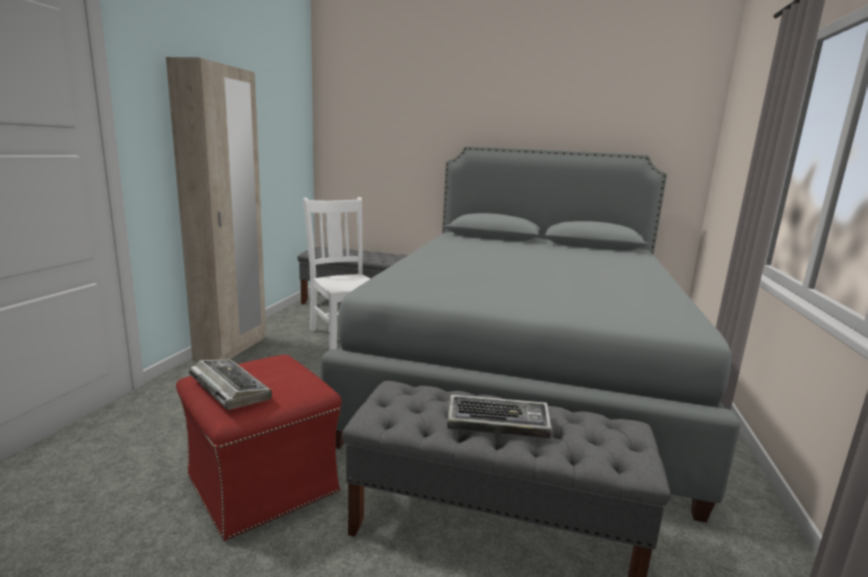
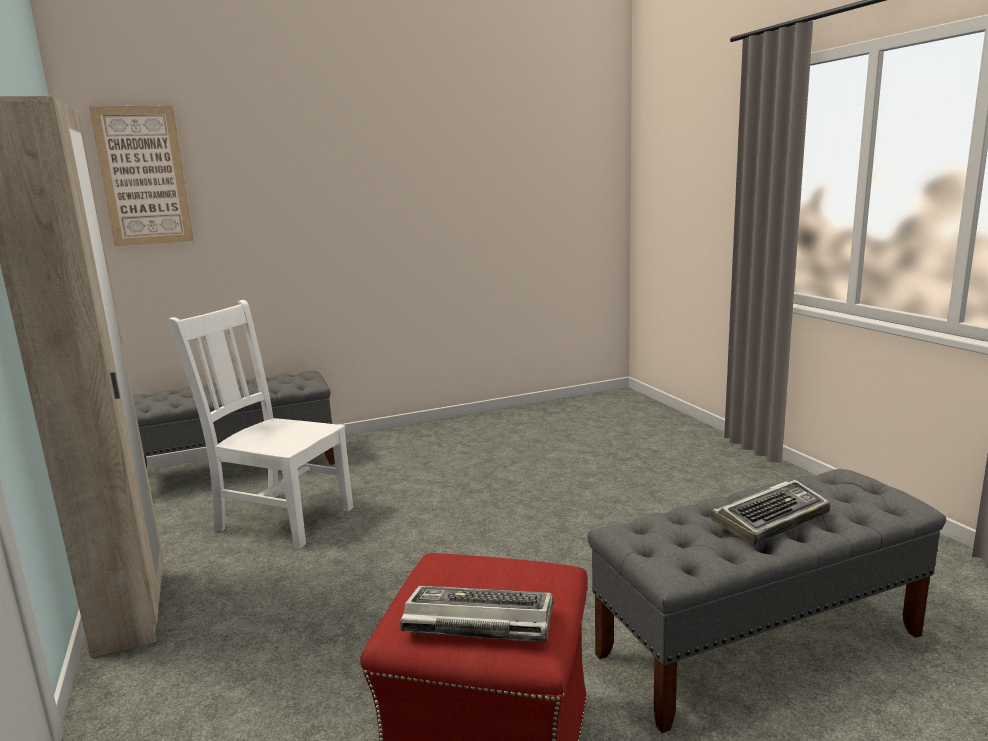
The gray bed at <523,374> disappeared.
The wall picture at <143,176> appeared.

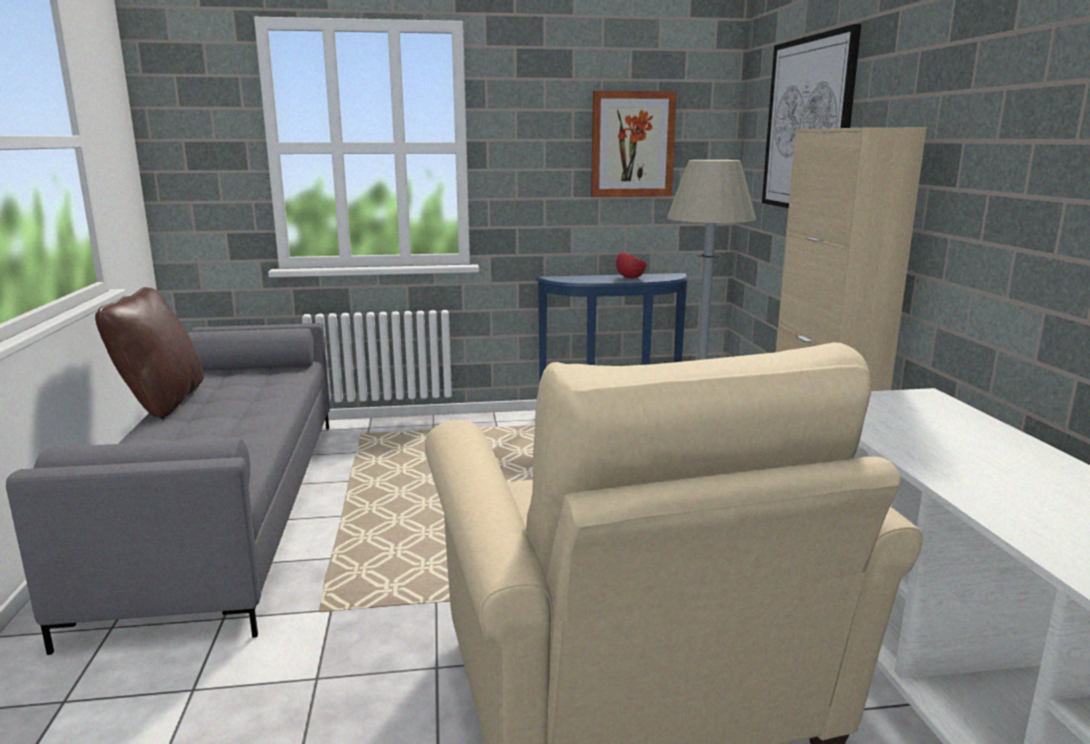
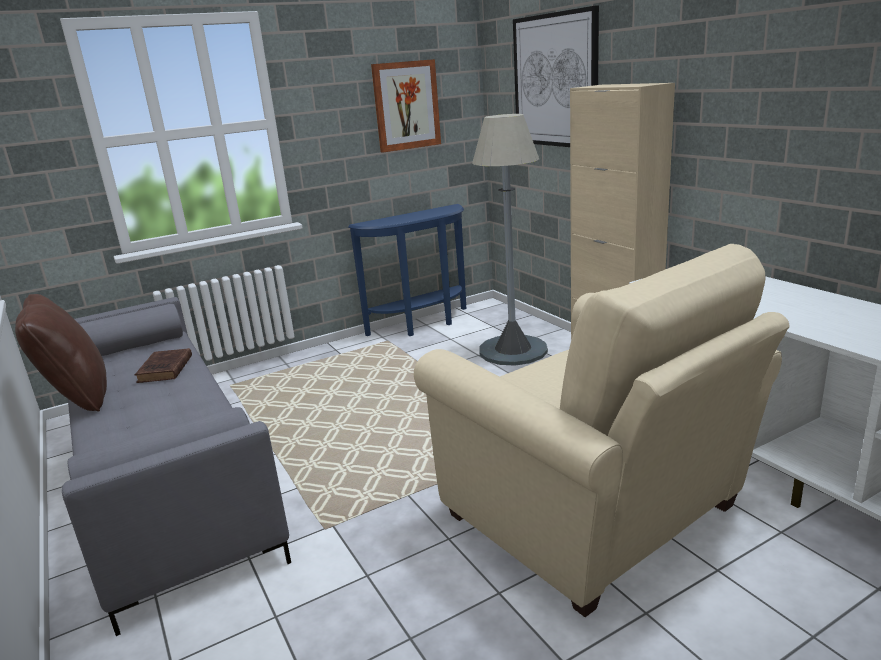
The red-coloured bowl at <630,278> disappeared.
The brown book at <165,370> appeared.

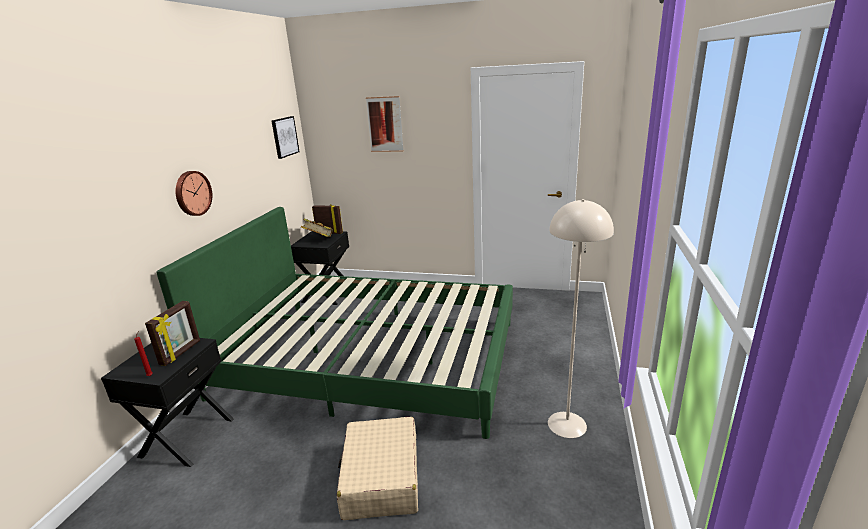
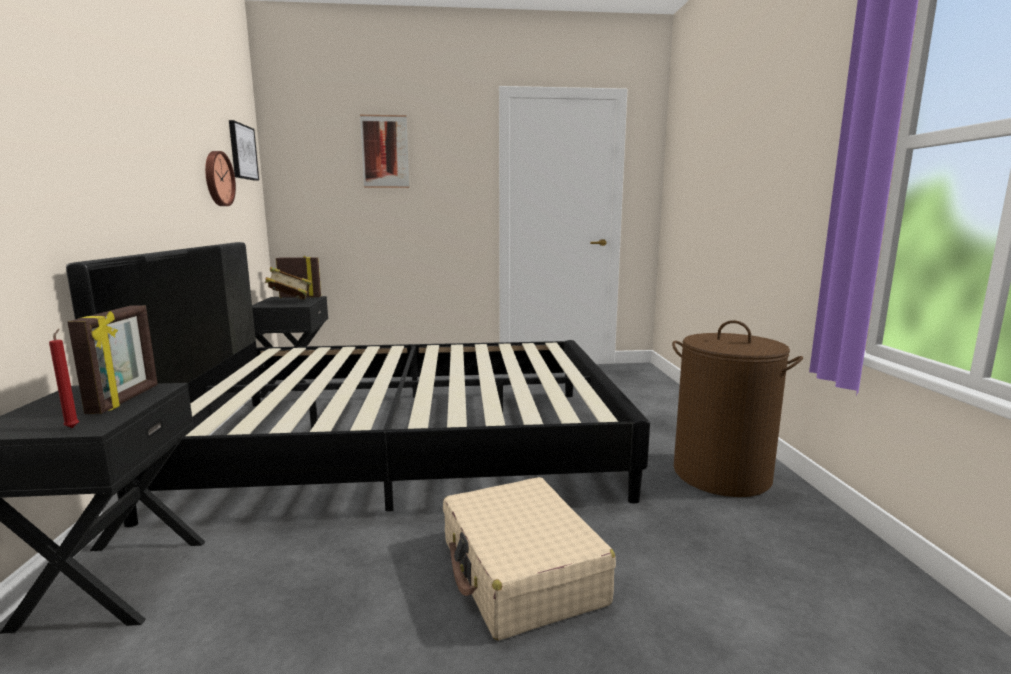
The clock on the wall moved from <192,193> to <217,178>.
The beige standard lamp at <567,424> was replaced by the brown laundry basket at <721,474>.
The green bed at <370,358> became the blackish bed at <405,443>.

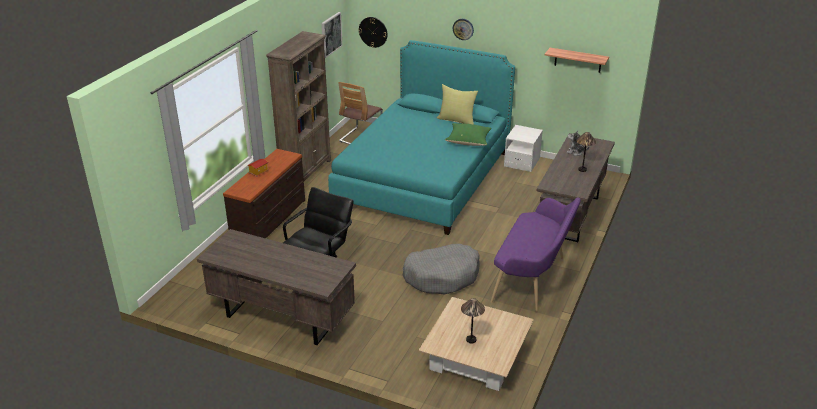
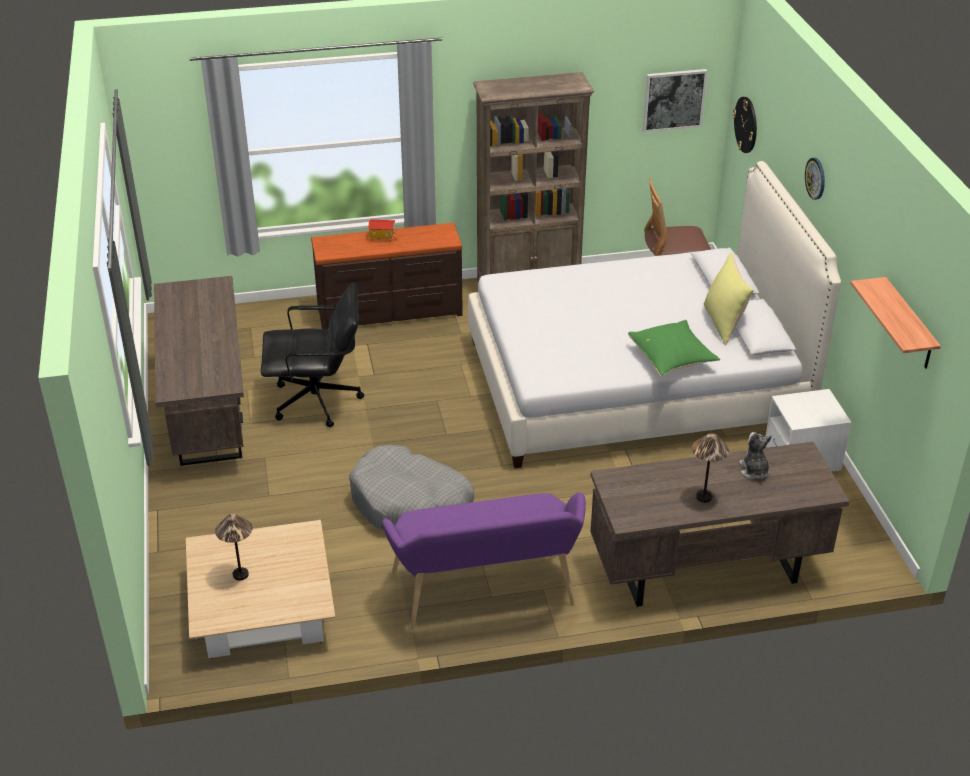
The blue-green bed at <423,178> became the whitish bed at <634,383>.

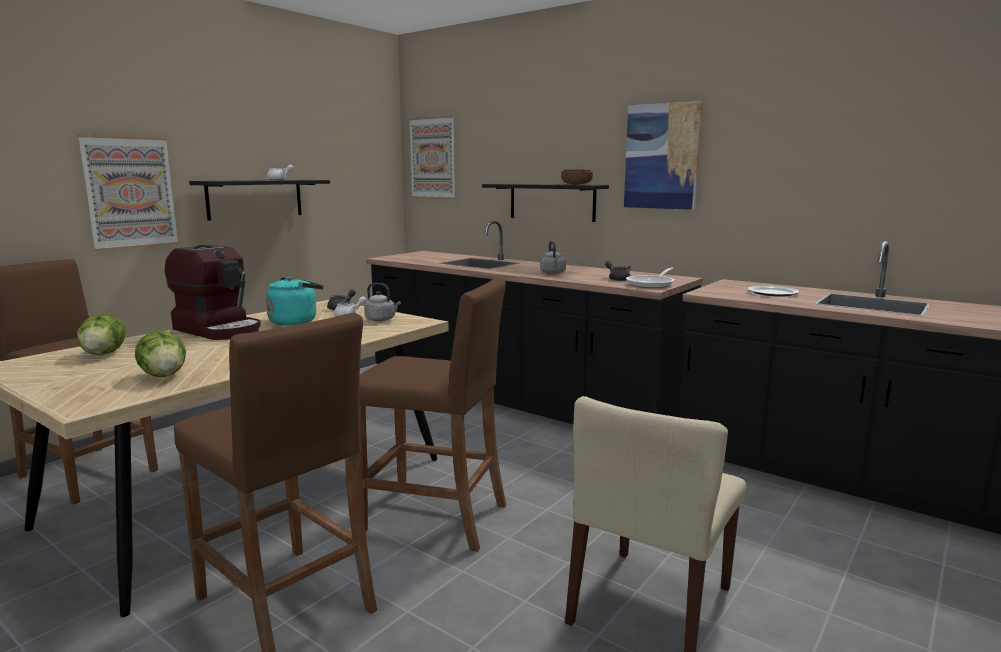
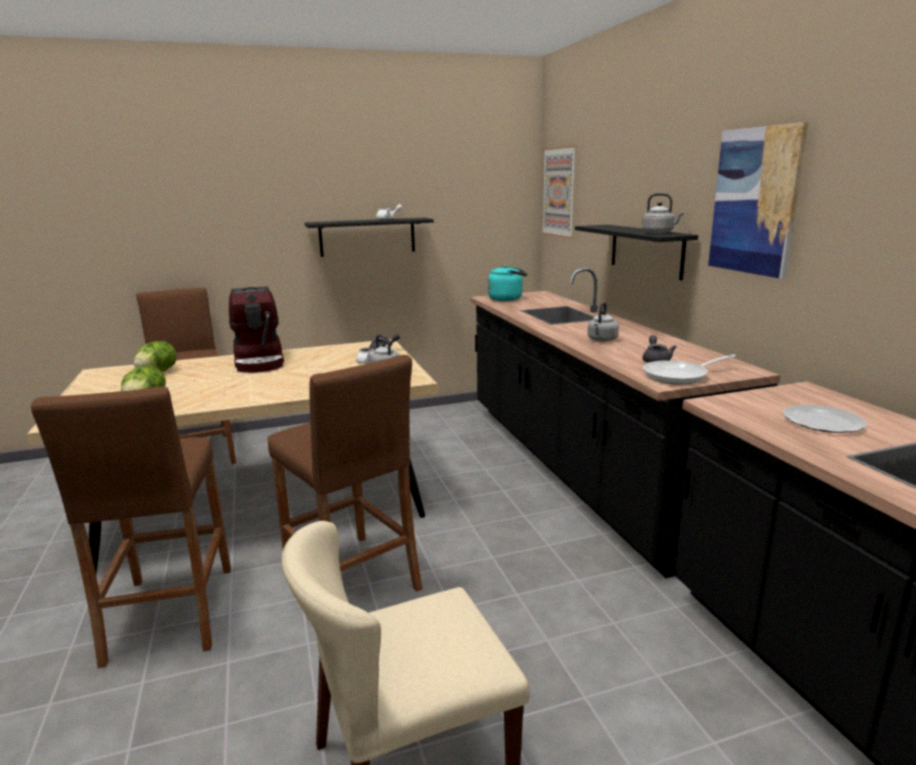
The wall picture at <130,192> disappeared.
The blue-green tea kettle moved from <296,321> to <507,299>.
The bowl at <576,184> was replaced by the gray tea kettle at <659,232>.

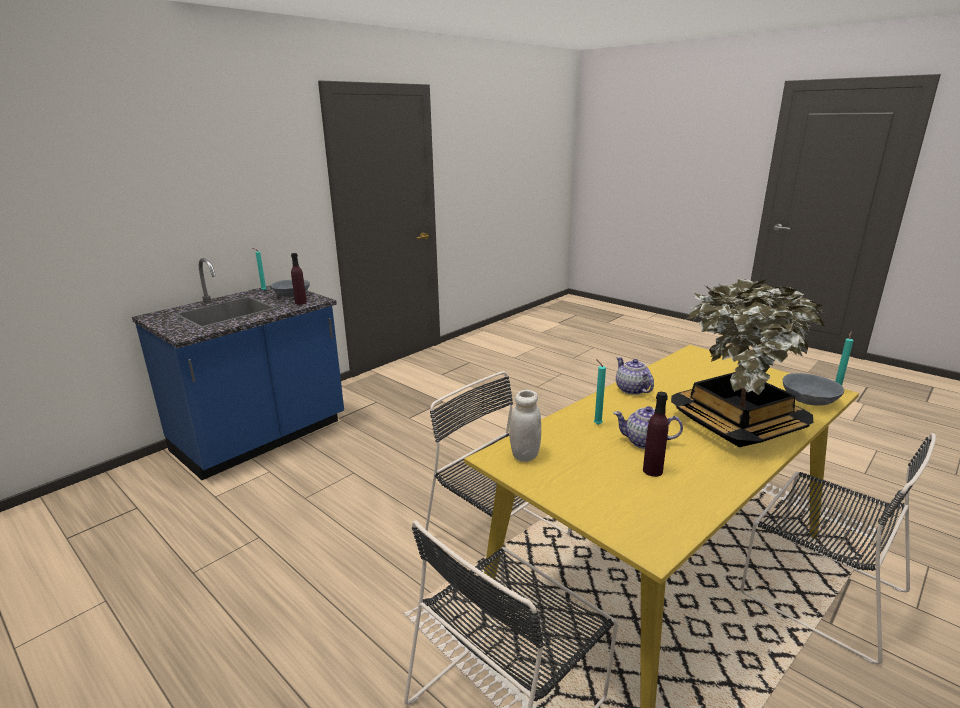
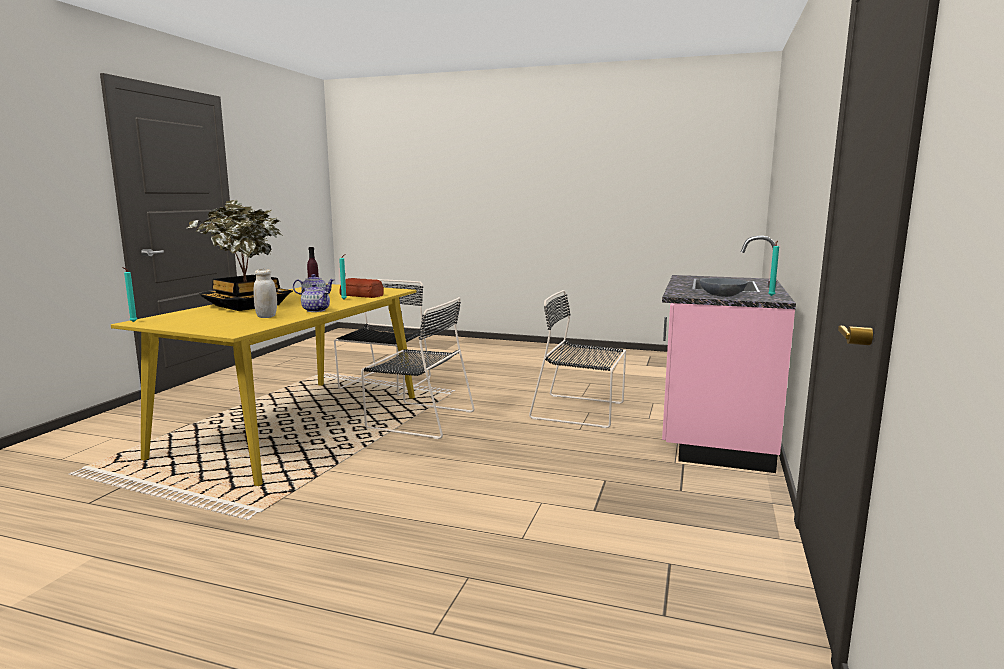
The purple beverage bottle at <300,303> disappeared.
The gray bowl at <809,400> disappeared.
The baked bread at <361,295> appeared.
The whitish jar moved from <524,455> to <267,316>.
The blackish chair moved from <817,590> to <581,411>.
The bluish kitchen base unit at <261,438> became the pinkish kitchen base unit at <713,434>.

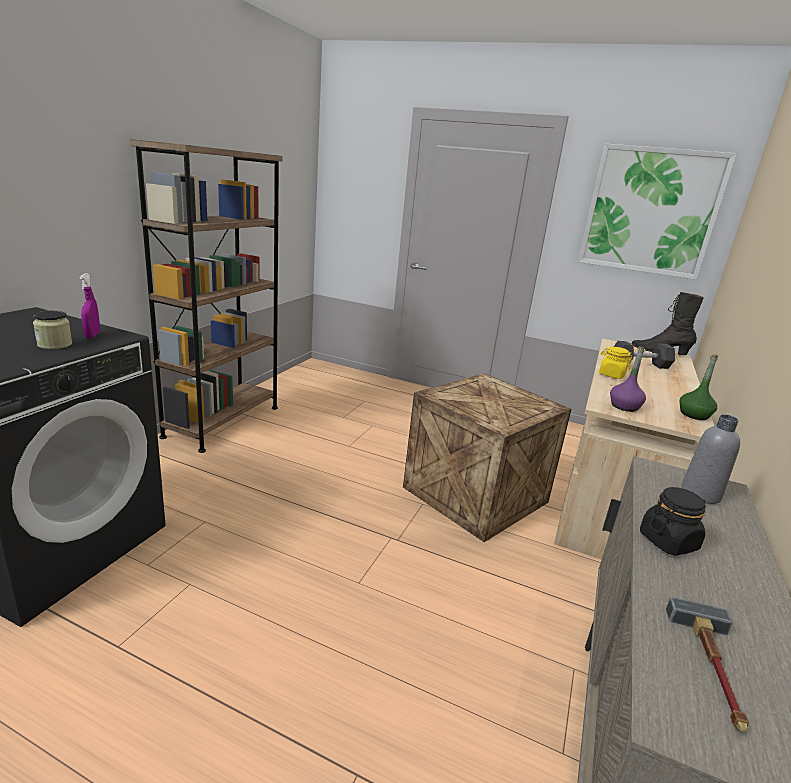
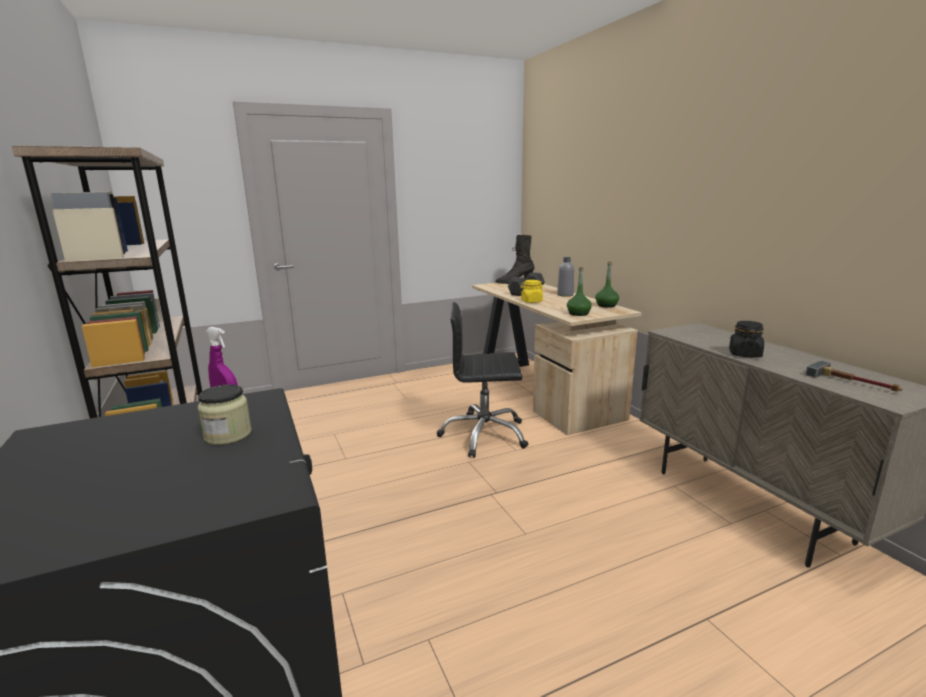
The wall picture at <650,211> disappeared.
The gray beverage bottle moved from <700,494> to <565,295>.
The crate at <475,493> was replaced by the blackish desk chair at <484,435>.
The purple beverage bottle at <624,406> became the green beverage bottle at <578,313>.

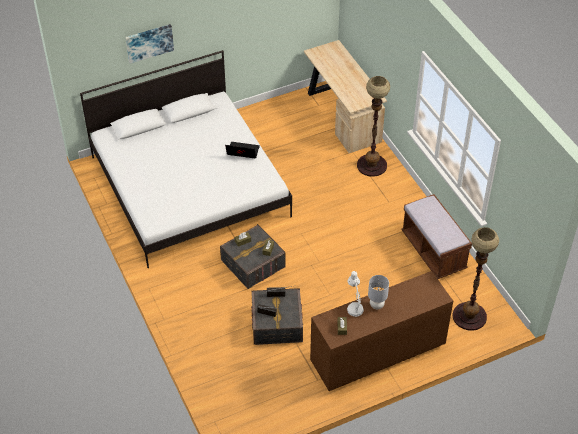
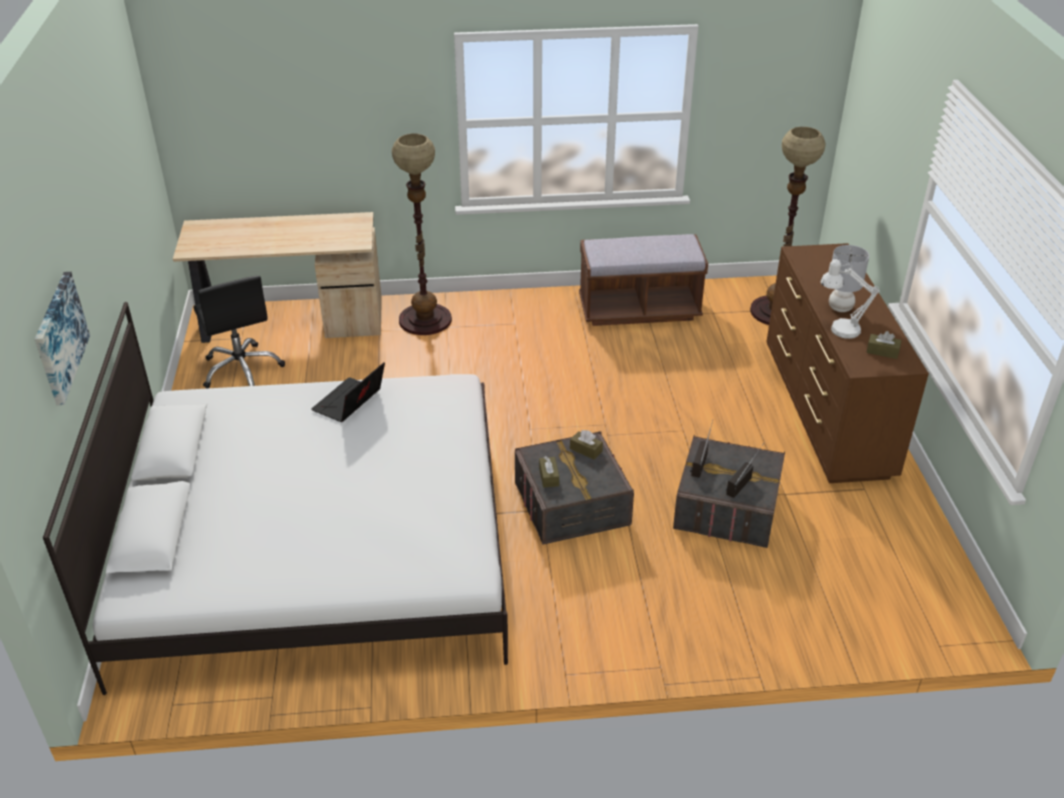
The blackish desk chair at <242,369> appeared.

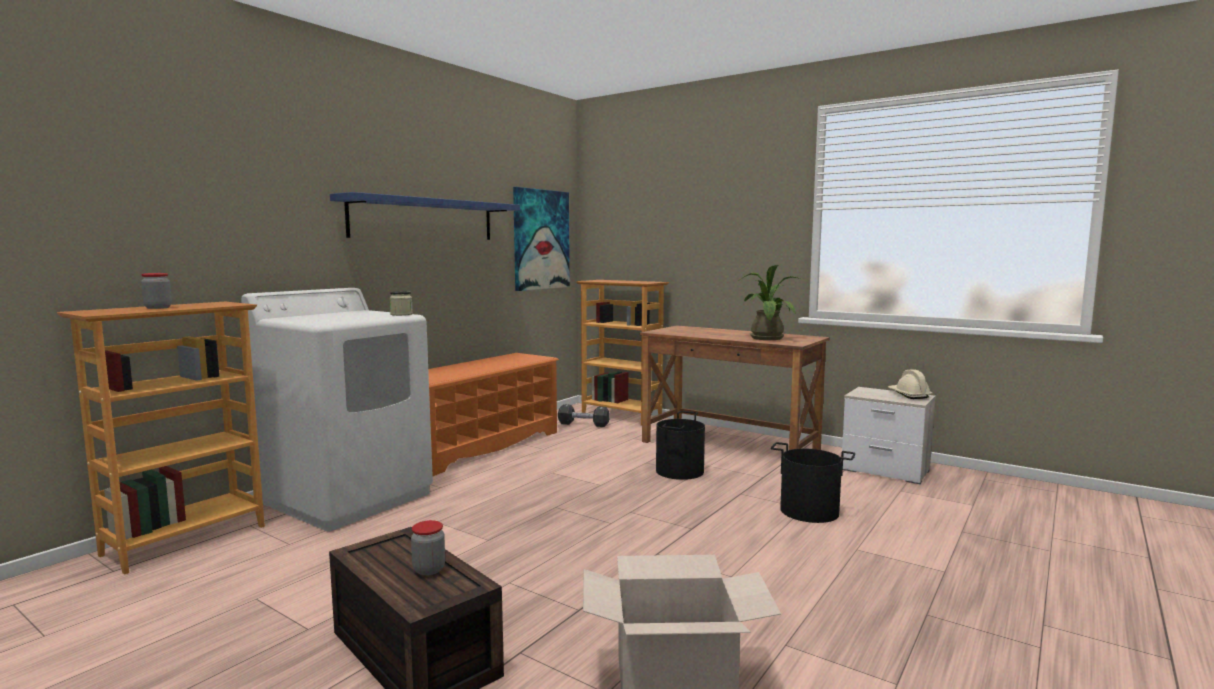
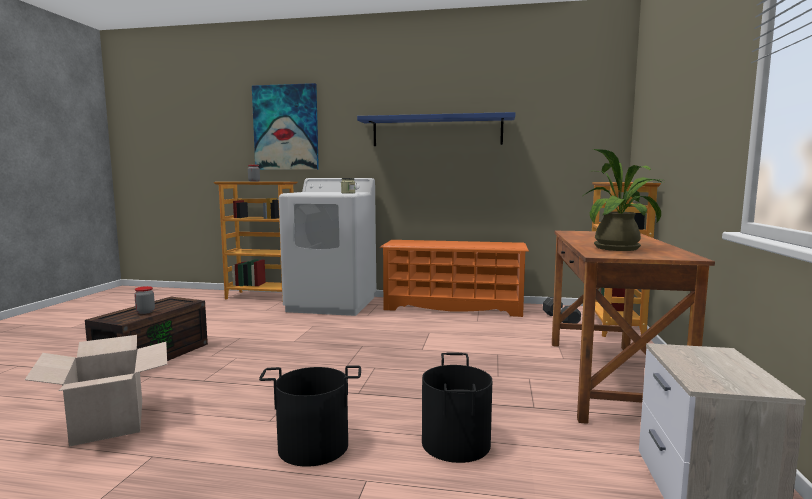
The beige safety helmet at <908,395> disappeared.
The wall picture moved from <541,239> to <286,128>.
The blackish pail moved from <680,471> to <313,446>.

